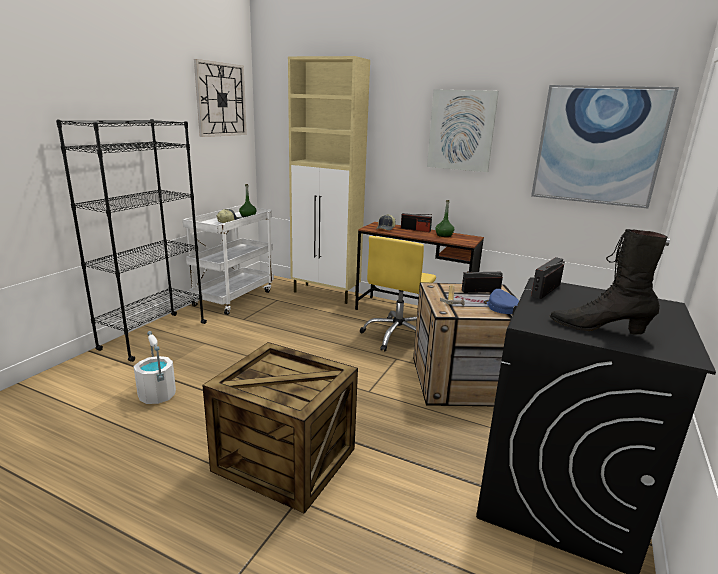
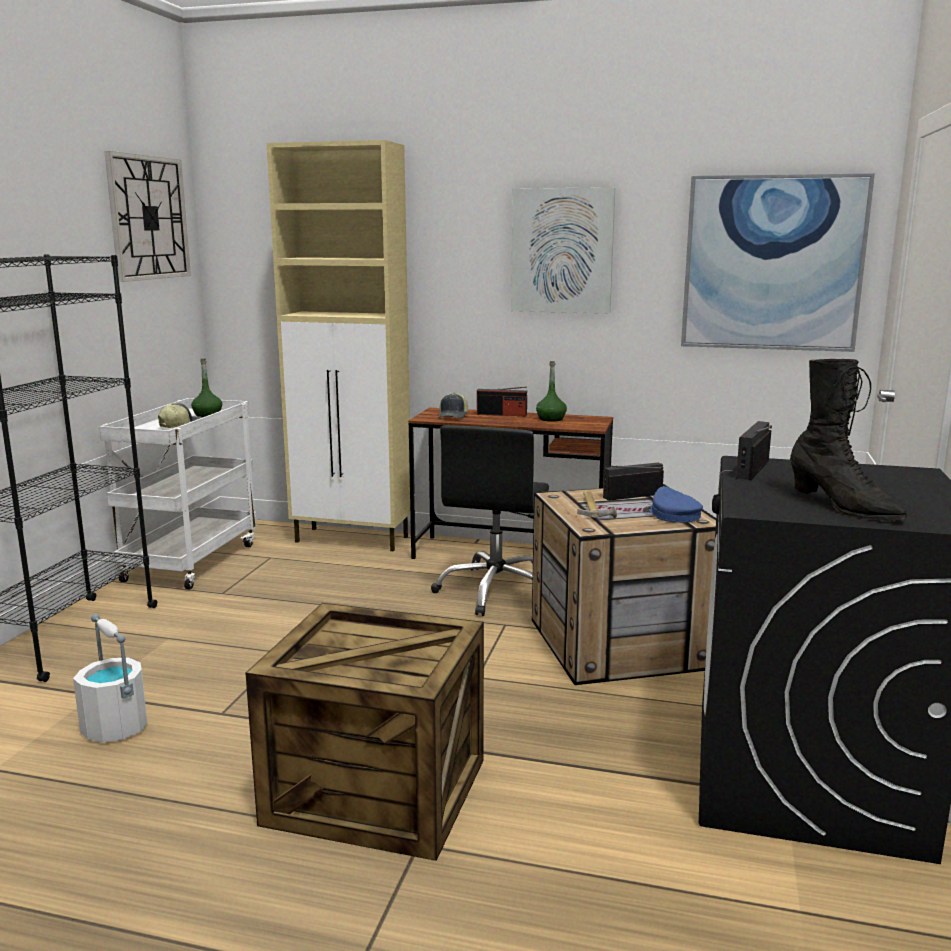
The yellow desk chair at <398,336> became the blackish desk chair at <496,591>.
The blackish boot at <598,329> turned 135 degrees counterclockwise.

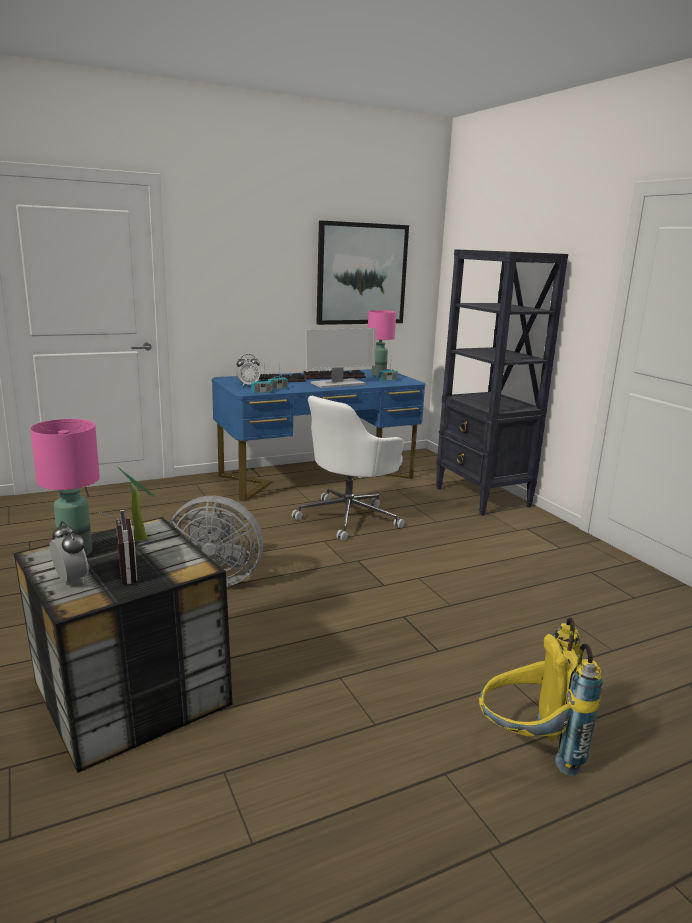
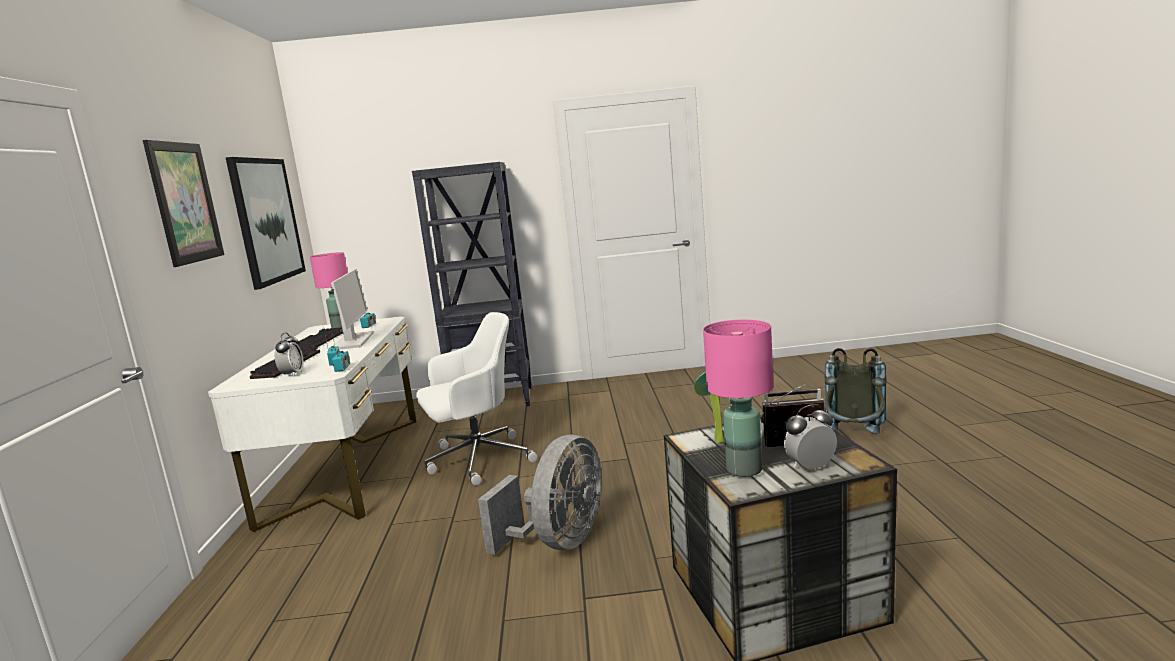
The wall picture at <185,202> appeared.
The bluish desk at <317,477> became the whitish desk at <347,467>.
The yellow backpack at <528,748> became the gray backpack at <854,439>.
The whitish desk chair at <349,518> turned 90 degrees counterclockwise.

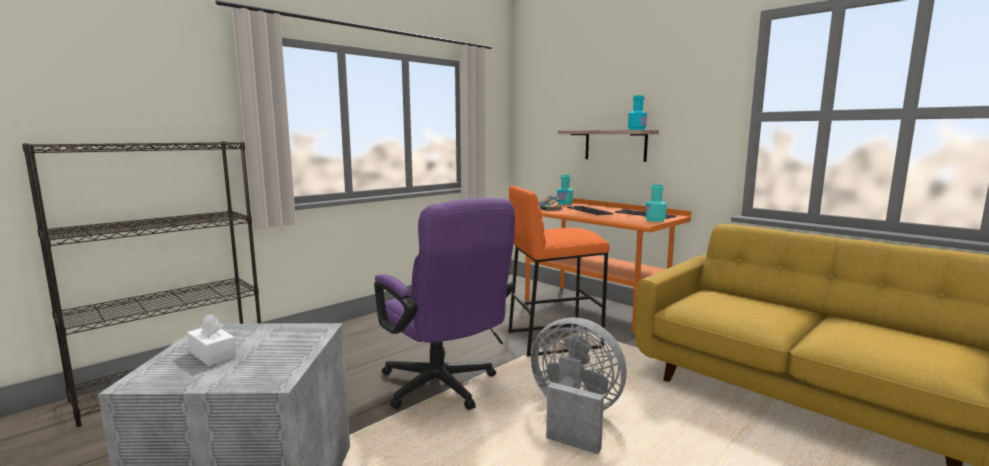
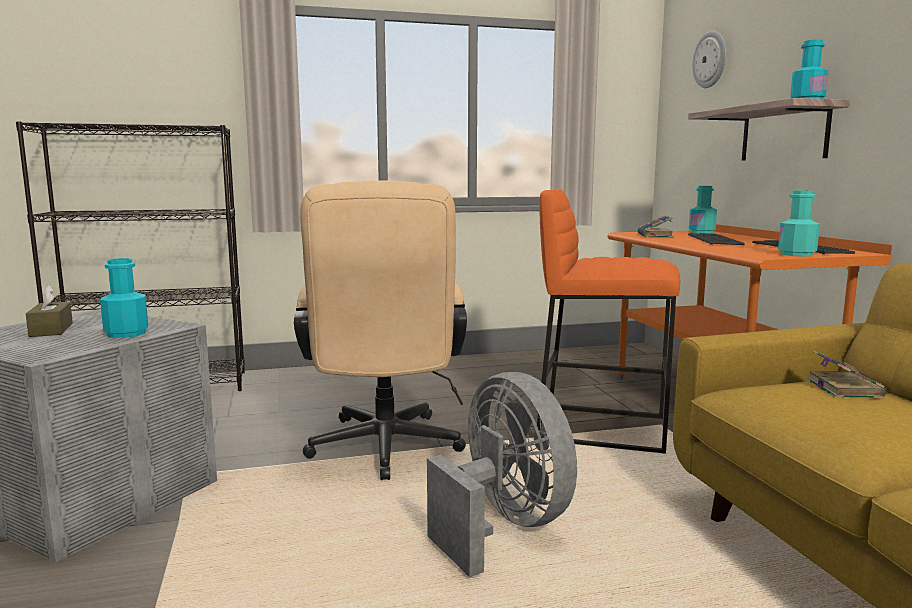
The blue-green beverage bottle at <126,333> appeared.
The clock on the wall at <710,59> appeared.
The book at <843,388> appeared.
The whitish tissue holder at <212,354> became the brown tissue holder at <51,330>.
The purple desk chair at <443,389> became the beige desk chair at <384,451>.

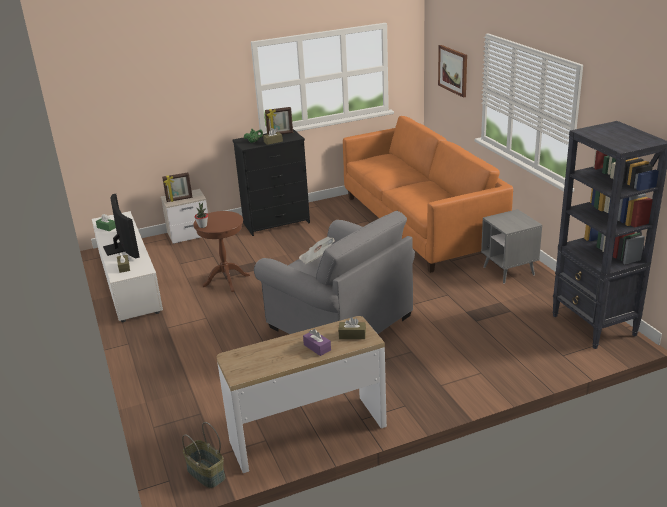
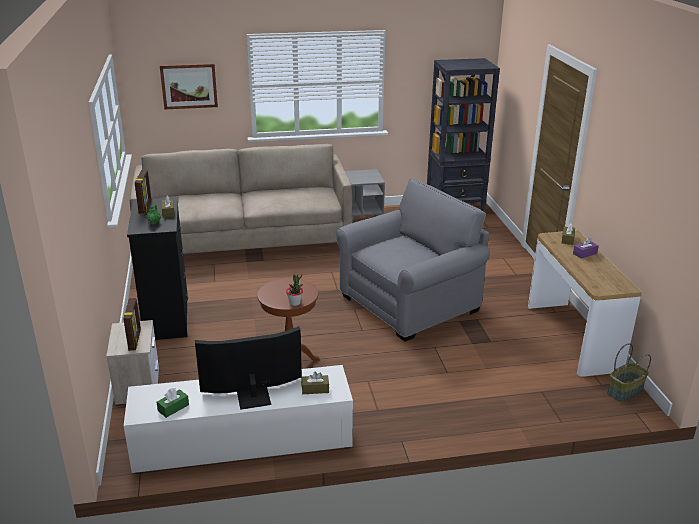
The printed paper at <316,259> disappeared.
The orangey sofa at <419,223> became the beige sofa at <245,240>.

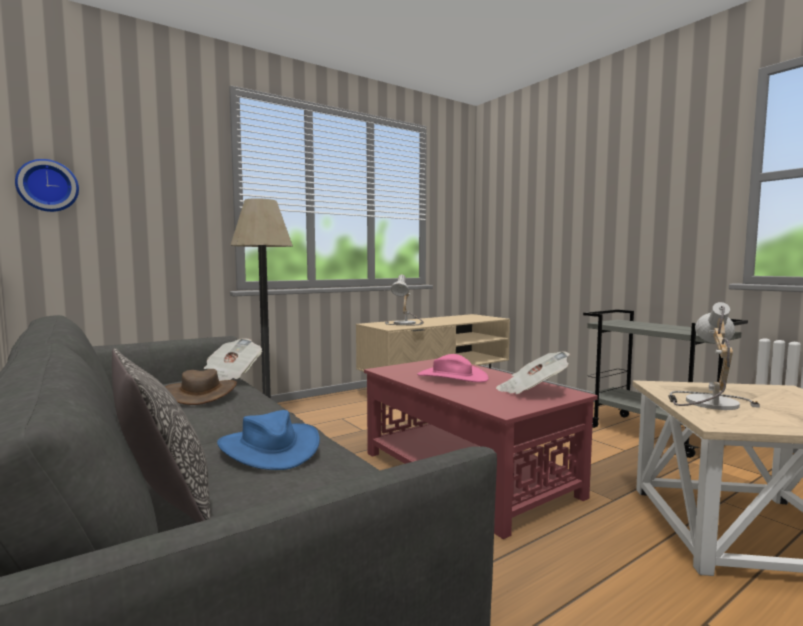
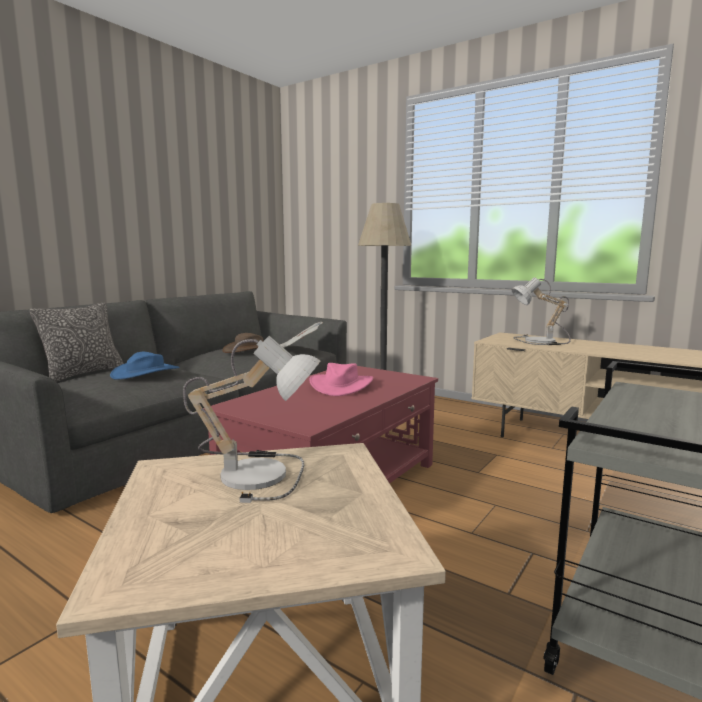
The clock on the wall at <48,186> disappeared.
The printed paper at <531,391> disappeared.

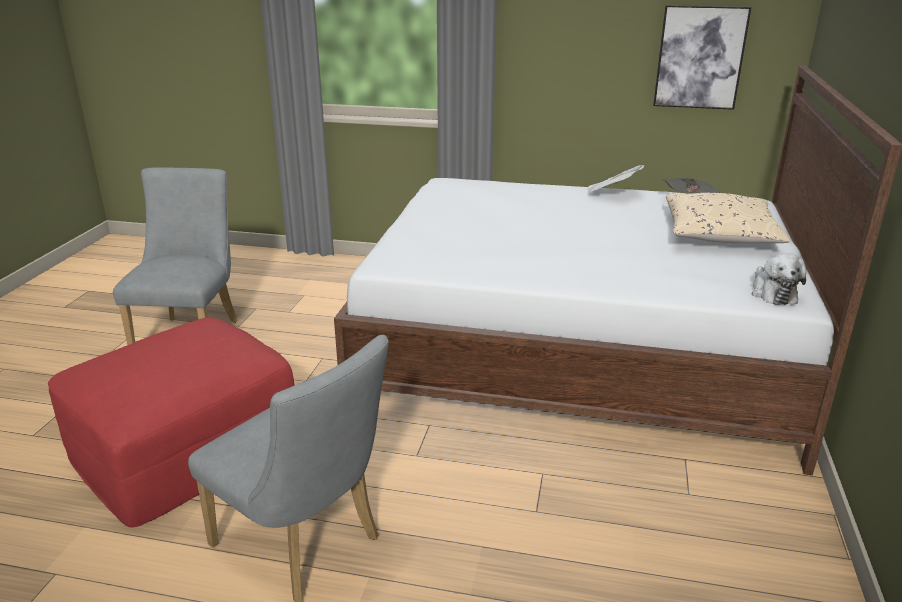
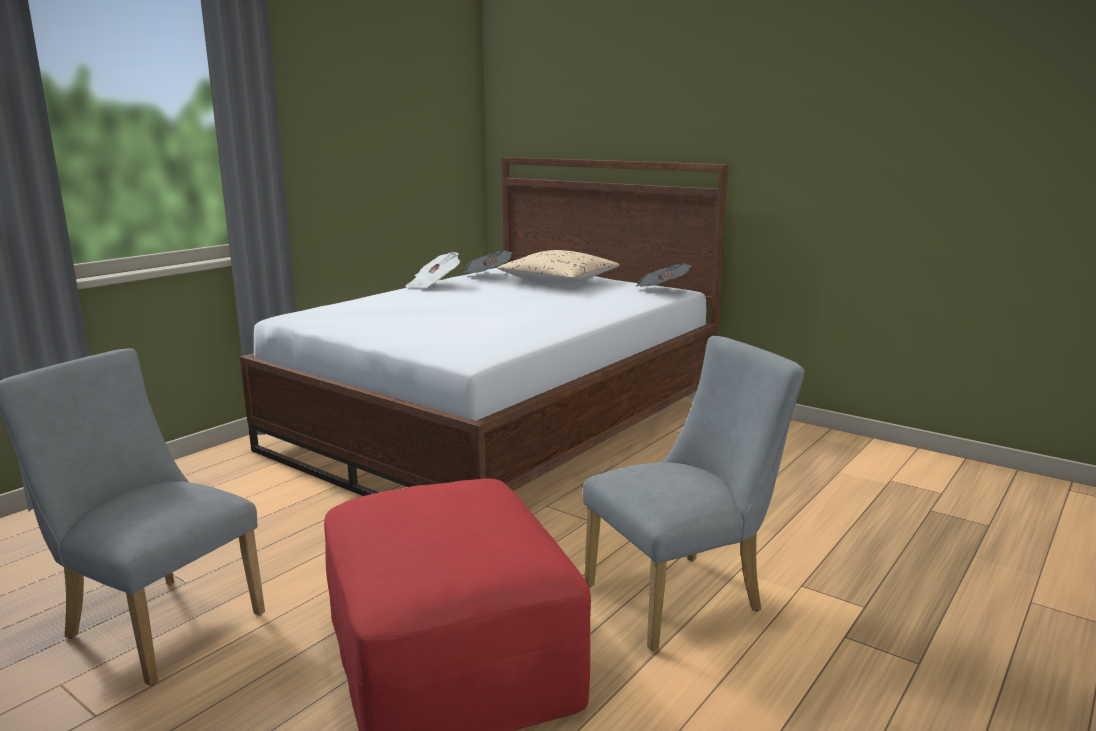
The wall picture at <700,57> disappeared.
The plush toy at <772,293> was replaced by the printed paper at <662,290>.

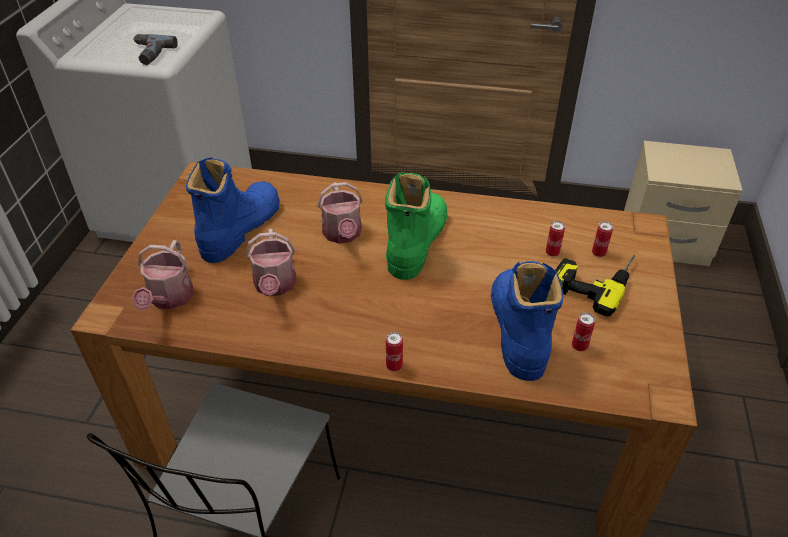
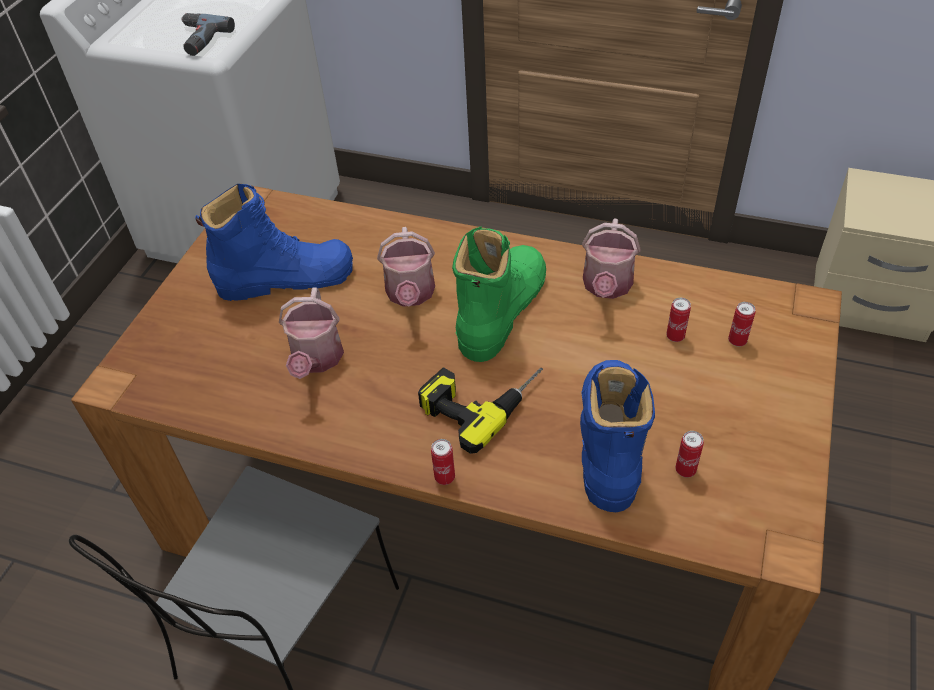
The watering can moved from <169,299> to <606,287>.
The electric drill moved from <594,280> to <480,398>.
The bluish boot at <240,228> turned 45 degrees clockwise.

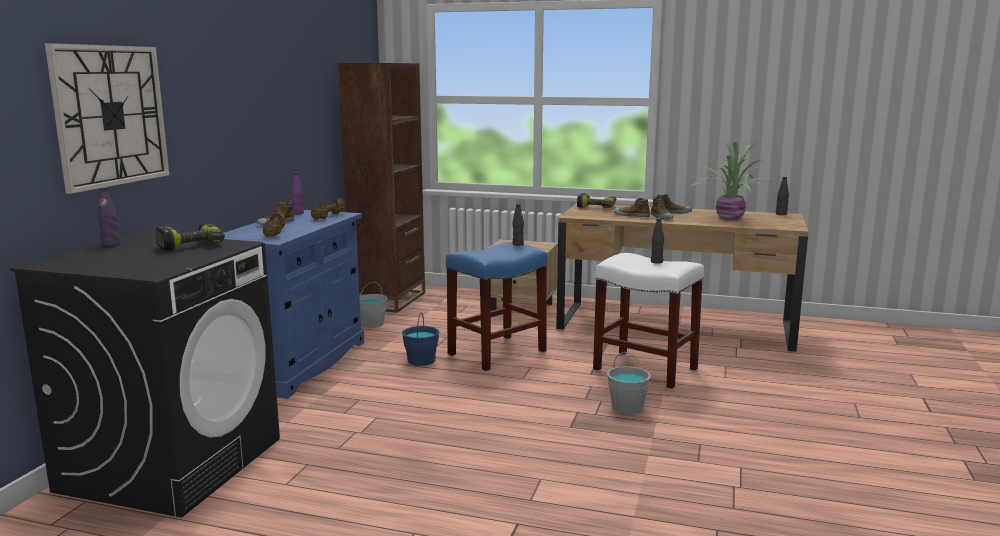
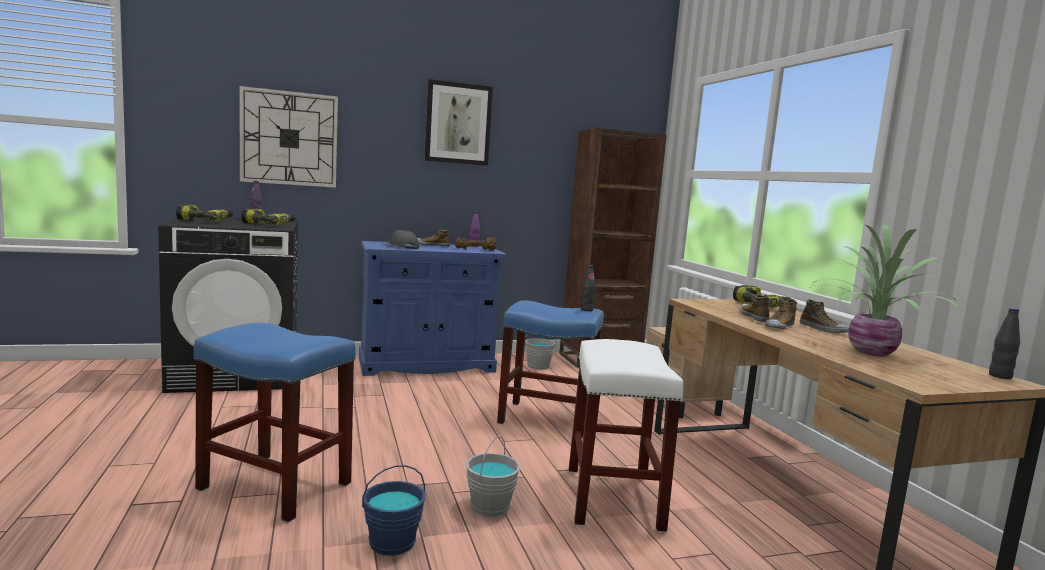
The blackish beverage bottle at <656,262> disappeared.
The electric drill at <205,220> appeared.
The bluish stool at <273,486> appeared.
The wall picture at <458,123> appeared.
The bluish pail moved from <421,361> to <392,543>.
The brown hand weight at <276,233> was replaced by the gray baseball cap at <401,246>.

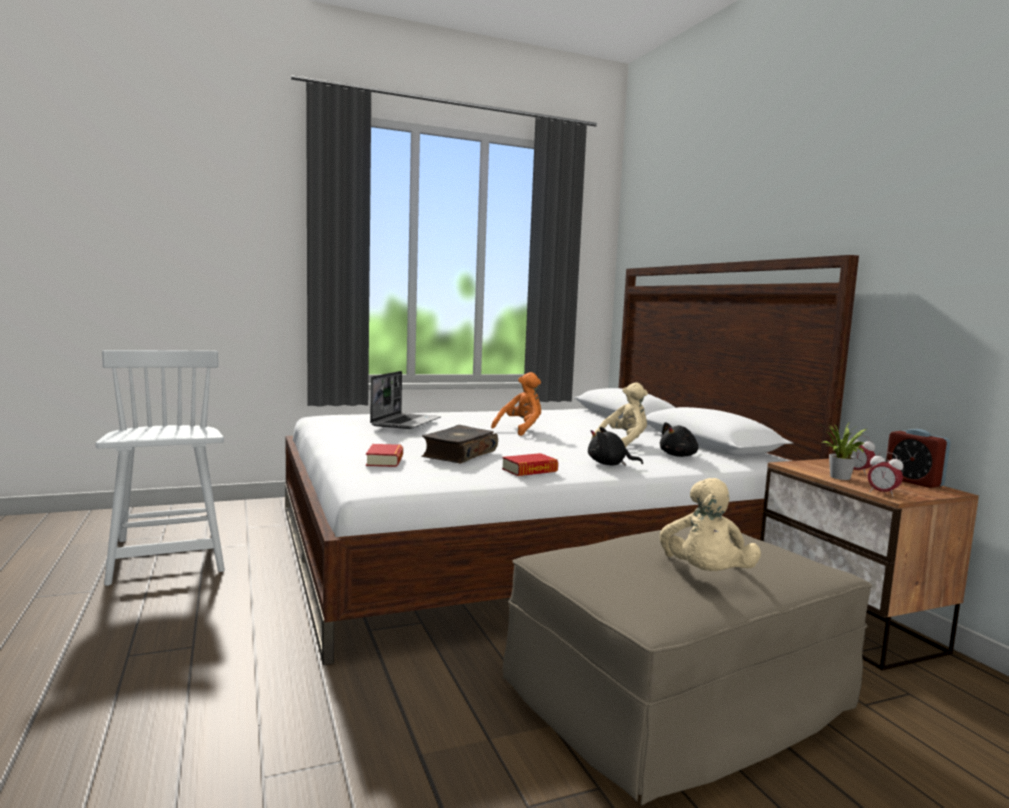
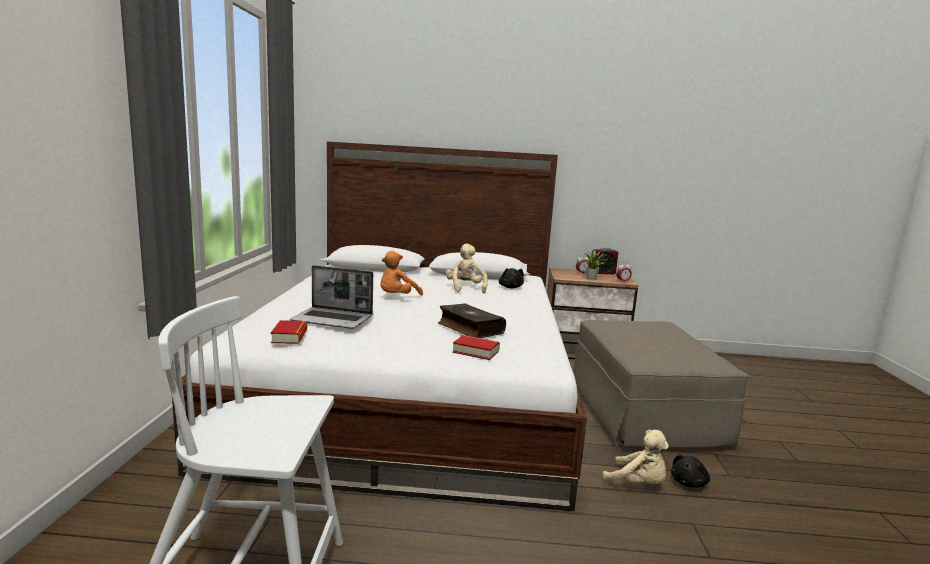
The book moved from <529,470> to <289,336>.
The blackish plush toy moved from <609,464> to <689,482>.
The beige plush toy moved from <705,576> to <638,484>.
The notebook computer at <405,422> turned 150 degrees clockwise.
The orangey plush toy at <521,430> turned 120 degrees counterclockwise.

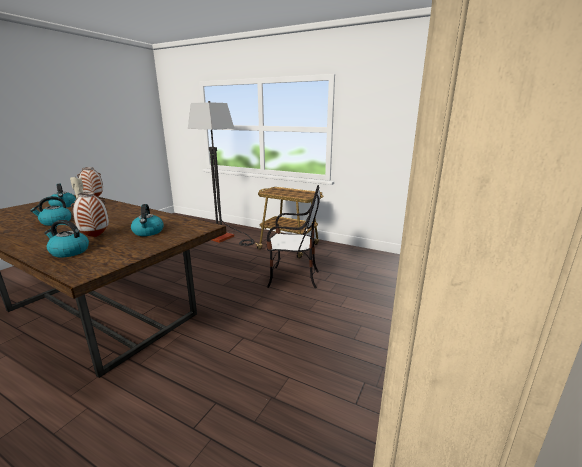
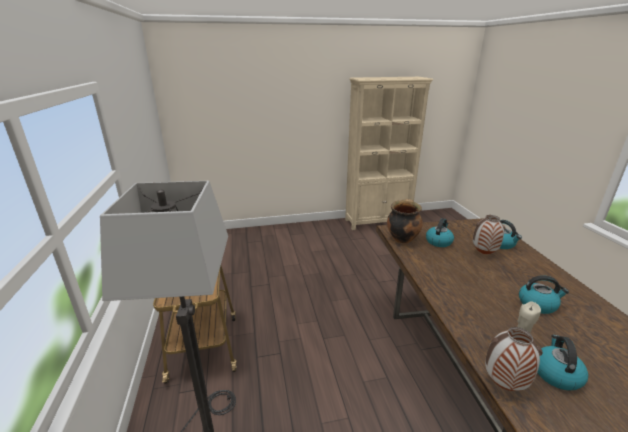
The chair at <293,278> disappeared.
The stockpot at <402,238> appeared.

